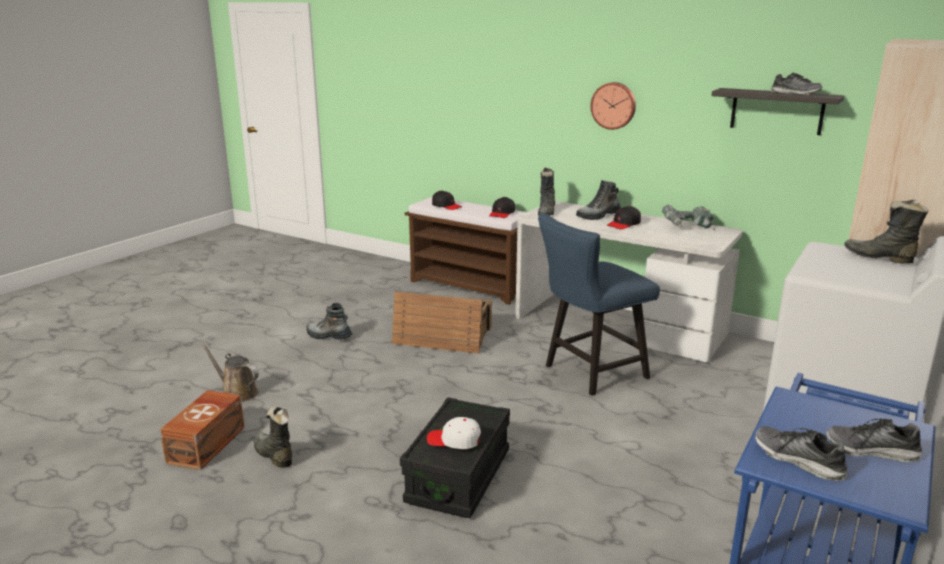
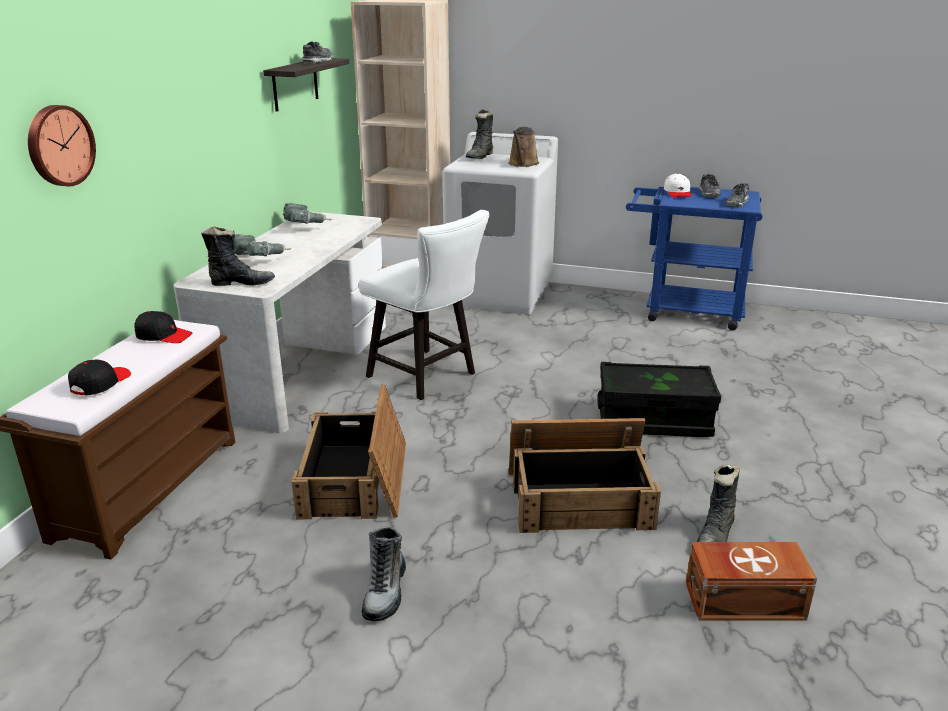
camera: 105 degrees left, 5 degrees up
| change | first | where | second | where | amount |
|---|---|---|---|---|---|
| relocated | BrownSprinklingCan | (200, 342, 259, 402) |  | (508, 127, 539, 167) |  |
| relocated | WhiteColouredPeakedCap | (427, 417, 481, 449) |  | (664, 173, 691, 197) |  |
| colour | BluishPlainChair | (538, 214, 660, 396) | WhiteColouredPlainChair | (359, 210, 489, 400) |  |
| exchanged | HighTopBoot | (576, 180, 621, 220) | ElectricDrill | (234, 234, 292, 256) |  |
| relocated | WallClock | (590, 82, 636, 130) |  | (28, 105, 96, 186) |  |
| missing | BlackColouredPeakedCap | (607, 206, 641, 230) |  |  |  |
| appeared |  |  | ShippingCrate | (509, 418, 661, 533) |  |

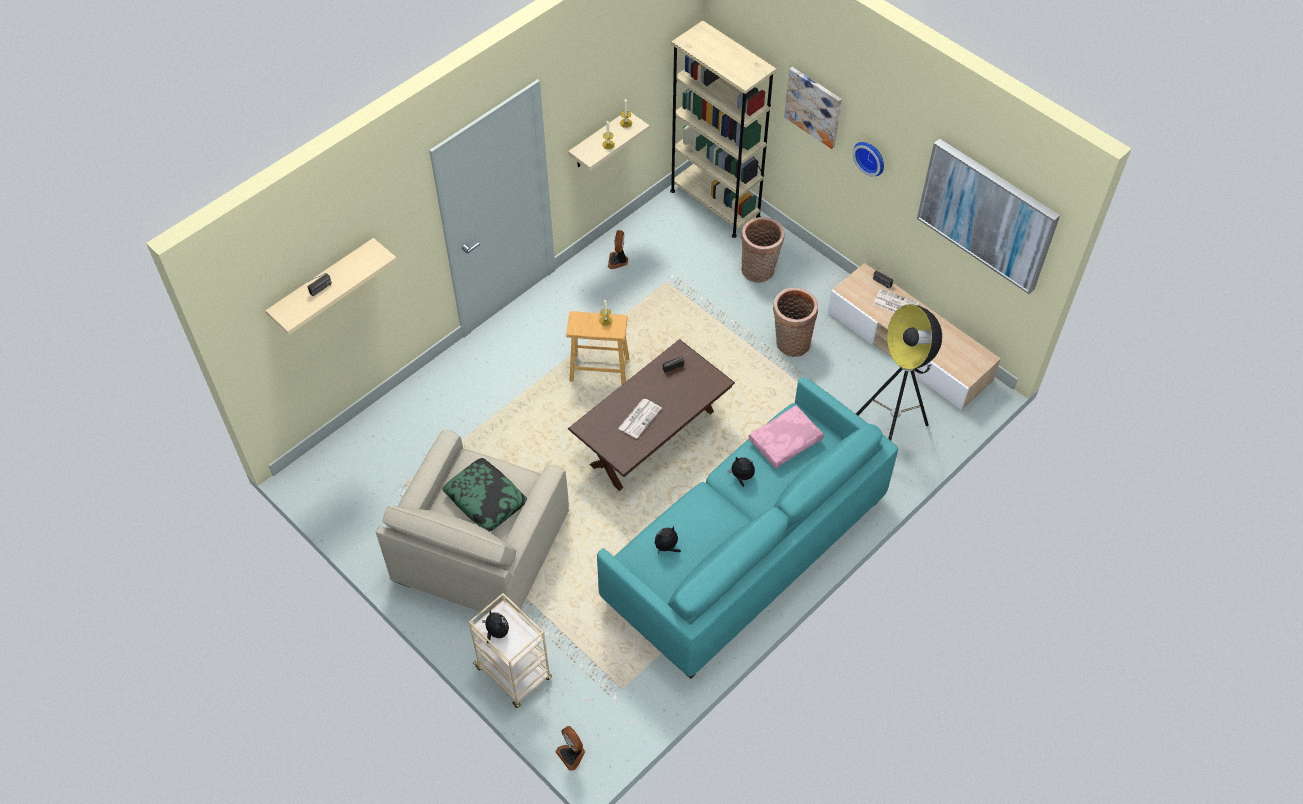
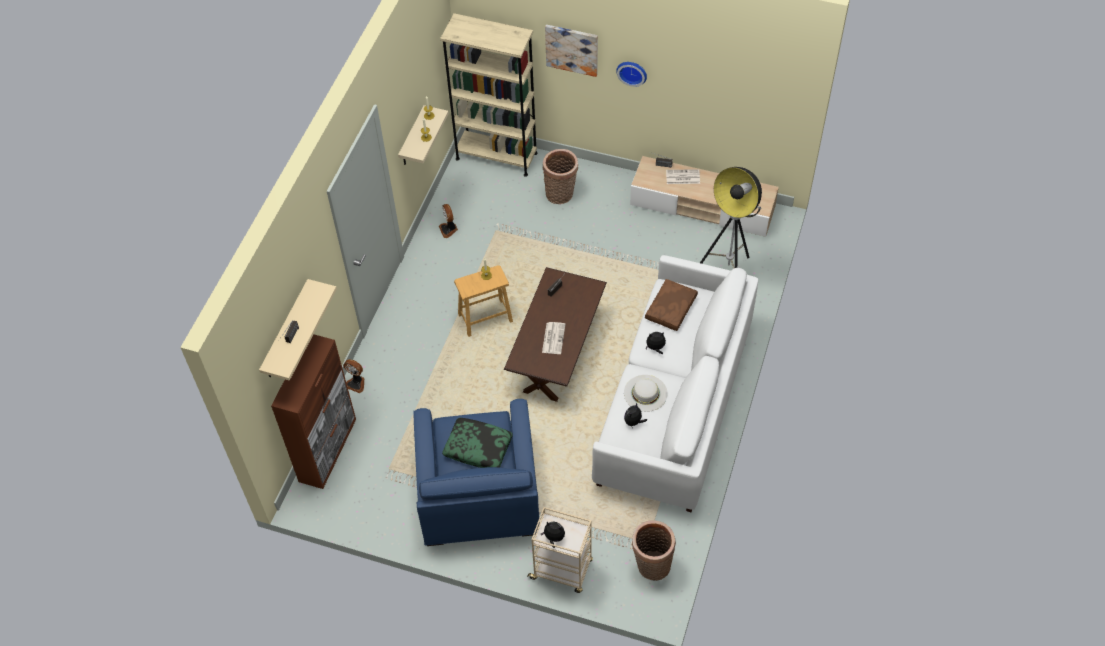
camera: 25 degrees left, 0 degrees up
| change | first | where | second | where | amount |
|---|---|---|---|---|---|
| colour | BeigeColouredLoungeChair | (376, 430, 570, 614) | BluishLoungeChair | (413, 399, 540, 546) |  |
| relocated | CoolingFan | (556, 726, 585, 771) |  | (343, 359, 364, 393) |  |
| colour | TurquoiseColouredCouch | (597, 377, 898, 679) | WhiteColouredCouch | (592, 255, 758, 512) |  |
| colour | PinkColouredPillow | (748, 406, 824, 468) | BrownPillow | (645, 279, 698, 331) |  |
| relocated | StorageBasket | (773, 287, 818, 357) |  | (632, 520, 676, 581) |  |
| missing | WallArt | (917, 139, 1060, 294) |  |  |  |
| appeared |  |  | BrownStorageCabinet | (271, 334, 356, 489) |  |
| appeared |  |  | WhiteColouredHat | (624, 375, 668, 412) |  |

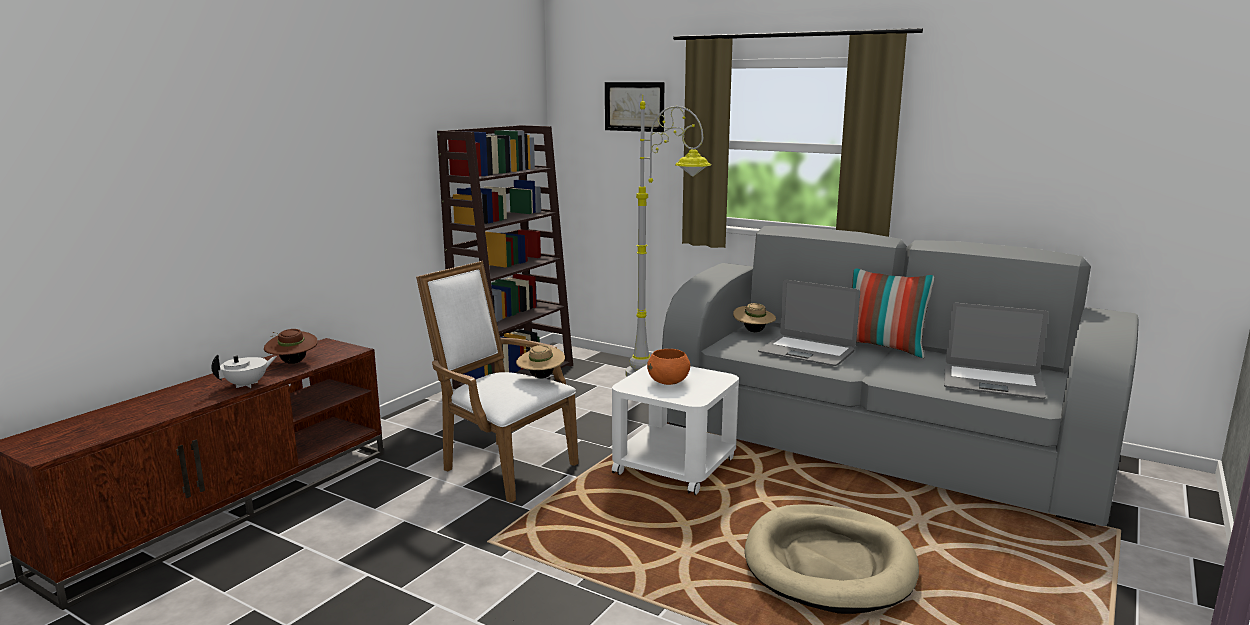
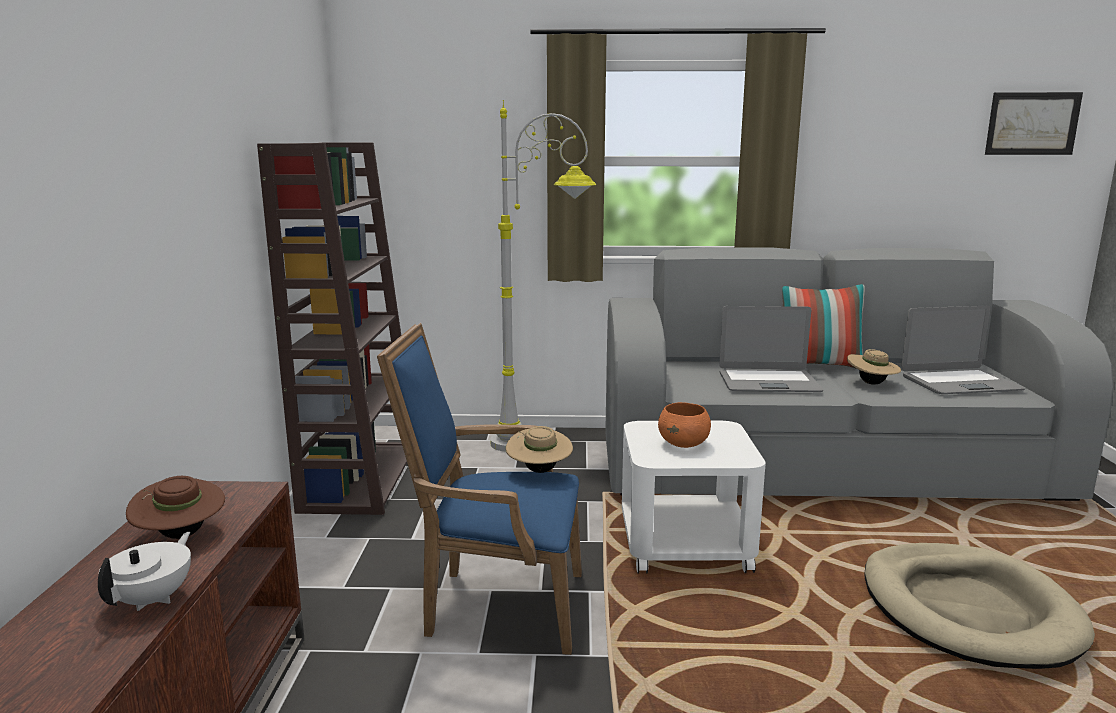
camera: 30 degrees left, 0 degrees up
| change | first | where | second | where | amount |
|---|---|---|---|---|---|
| colour | WhiteColouredLoungeChair | (416, 261, 579, 503) | BluishLoungeChair | (377, 323, 582, 655) |  |
| relocated | WallArt | (605, 82, 664, 132) |  | (985, 92, 1083, 155) |  |
| relocated | BeigeColouredHat | (733, 303, 776, 332) |  | (847, 349, 901, 385) |  |

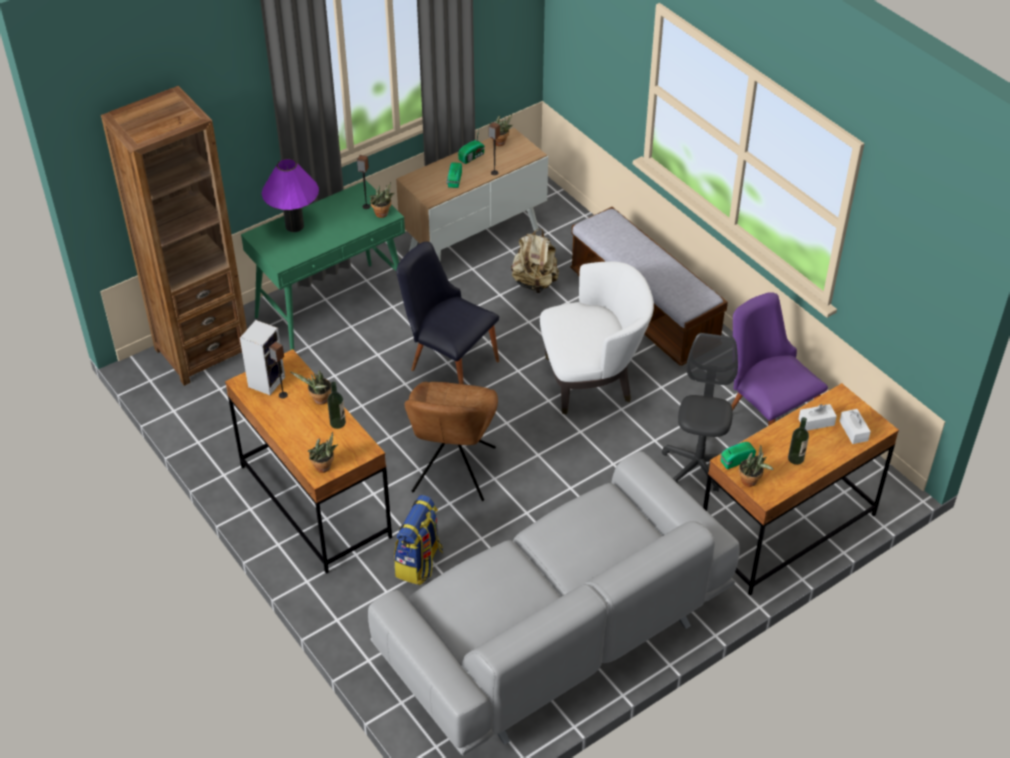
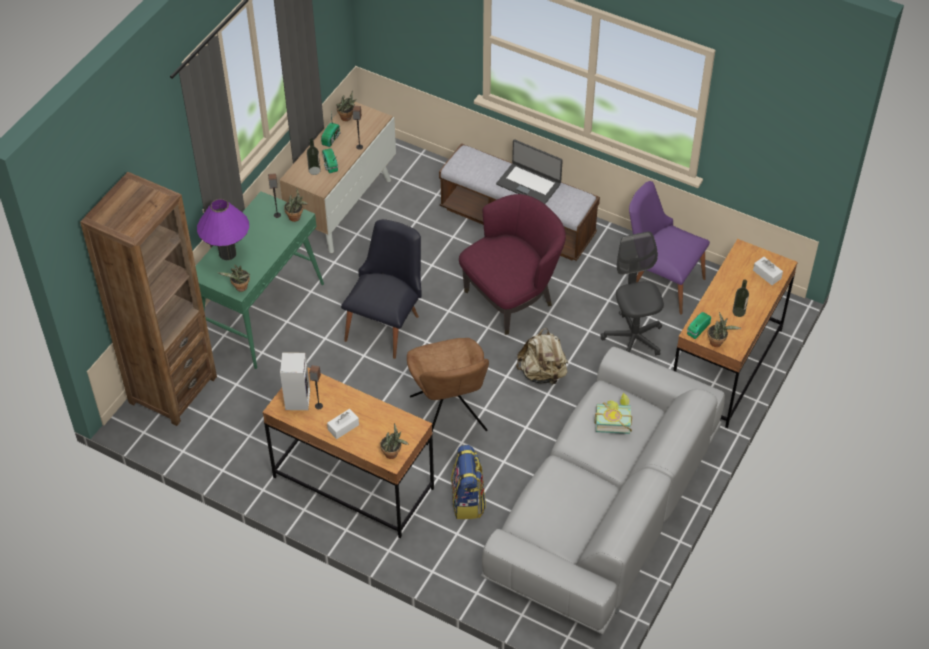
camera: 25 degrees left, 5 degrees up
| change | first | where | second | where | amount |
|---|---|---|---|---|---|
| relocated | PottedPlant | (291, 371, 331, 405) |  | (217, 265, 250, 292) |  |
| relocated | DrinkBottle | (327, 382, 346, 429) |  | (307, 138, 321, 175) |  |
| spun | BlackColouredPlainChair | (396, 242, 499, 384) |  | (341, 219, 422, 359) | 105 degrees clockwise |
| relocated | BeigeColouredKnapsack | (511, 229, 559, 293) |  | (516, 328, 569, 386) |  |
| colour | WhiteColouredLoungeChair | (540, 261, 654, 414) | PurpleLoungeChair | (459, 194, 566, 335) |  |
| relocated | WhiteColouredTissueBox | (799, 404, 837, 431) |  | (327, 409, 359, 439) |  |
| appeared |  |  | NotebookComputer | (496, 139, 563, 204) |  |
| appeared |  |  | Book | (594, 393, 632, 434) |  |

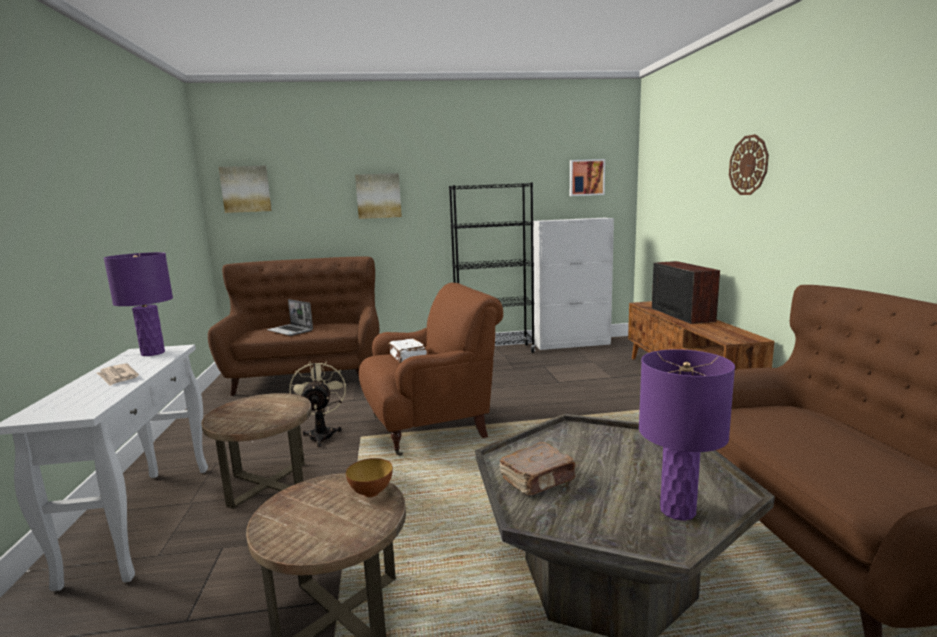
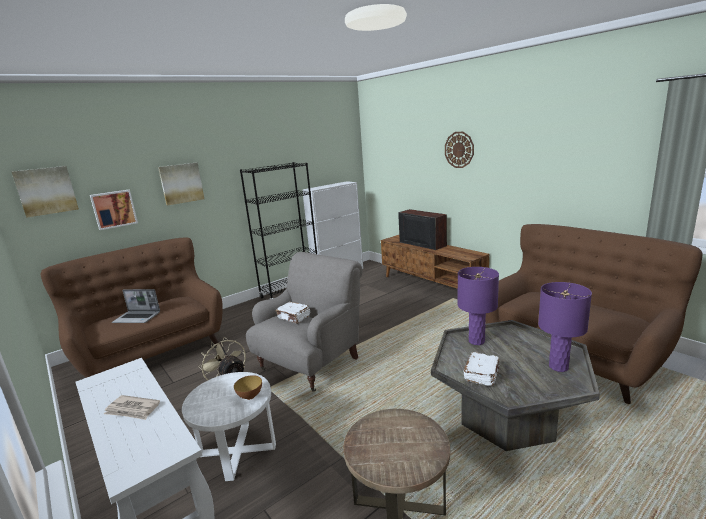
camera: 30 degrees left, 5 degrees up
| change | first | where | second | where | amount |
|---|---|---|---|---|---|
| relocated | PurpleTabletopLamp | (104, 252, 173, 356) |  | (458, 267, 499, 345) |  |
| colour | BrownSideTable | (201, 393, 312, 509) | WhiteColouredSideTable | (182, 372, 276, 481) |  |
| relocated | ServingBowl | (346, 458, 393, 497) |  | (234, 375, 262, 400) |  |
| colour | BrownLoungeChair | (359, 283, 503, 456) | GrayLoungeChair | (246, 252, 363, 392) |  |
| colour | BrownBook | (500, 442, 576, 495) | WhiteColouredBook | (464, 352, 499, 386) |  |
| relocated | WallArt | (570, 159, 605, 196) |  | (90, 190, 138, 230) |  |

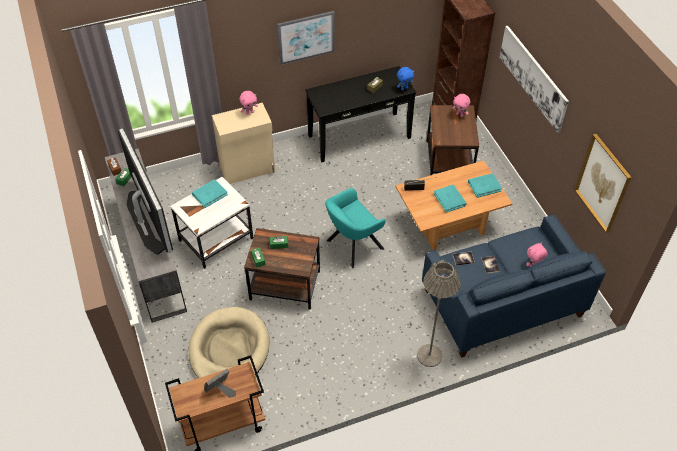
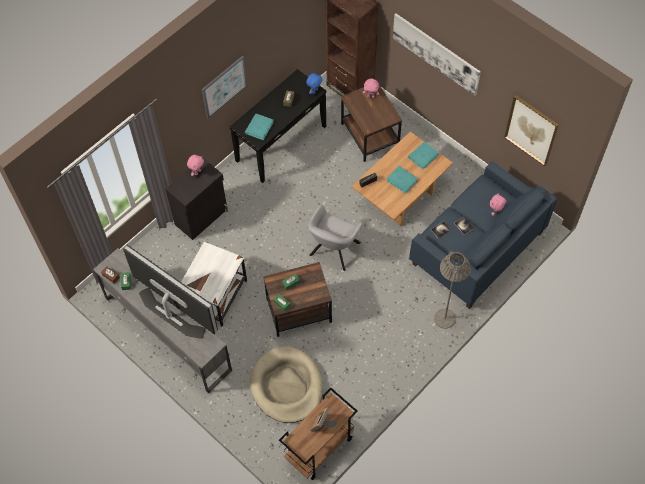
camera: 25 degrees left, 10 degrees up
| change | first | where | second | where | amount |
|---|---|---|---|---|---|
| relocated | TurquoiseColouredBook | (192, 180, 228, 208) |  | (245, 114, 274, 140) |  |
| colour | BeigeColouredStorageCabinet | (212, 103, 275, 184) | BlackColouredStorageCabinet | (165, 157, 228, 240) |  |
| colour | TurquoiseColouredLoungeChair | (325, 188, 386, 268) | GrayLoungeChair | (308, 205, 363, 271) |  |

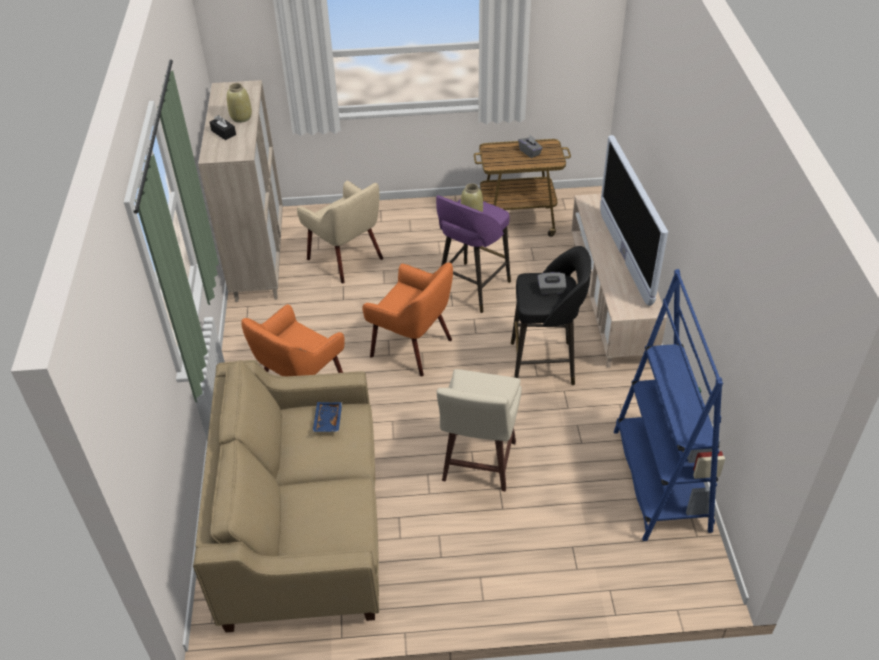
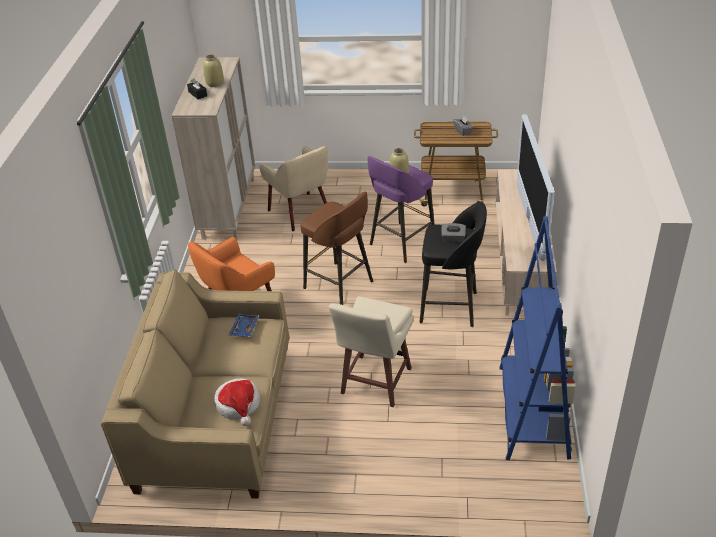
camera: 10 degrees right, 5 degrees down
| change | first | where | second | where | amount |
|---|---|---|---|---|---|
| exchanged | OrangeColouredLoungeChair | (363, 262, 453, 376) | BrownStoolSeat | (300, 192, 373, 305) |  |
| appeared |  |  | Hat | (214, 379, 260, 426) |  |

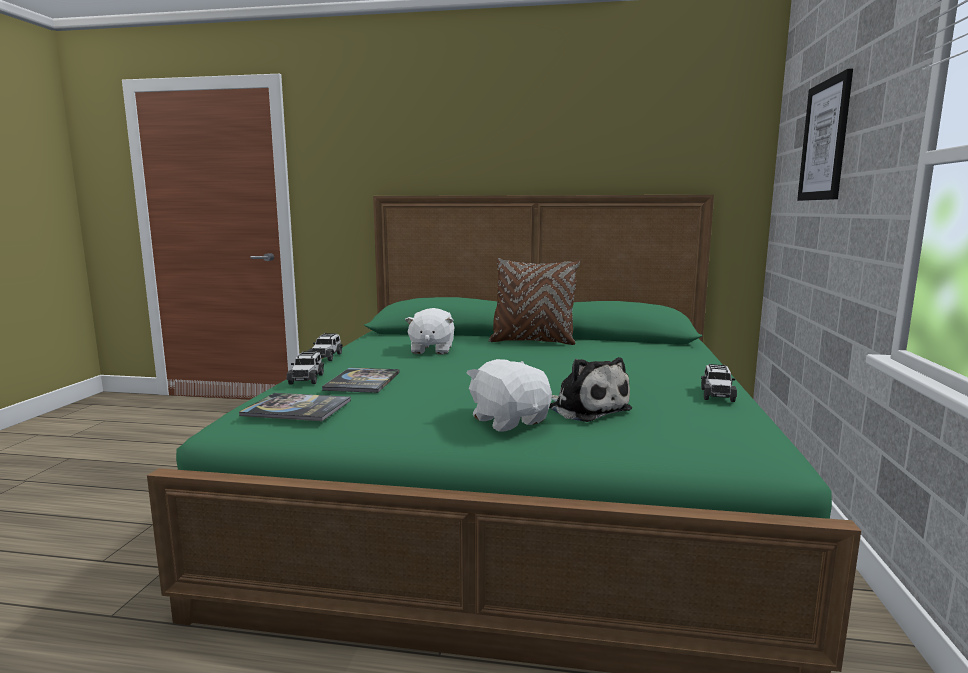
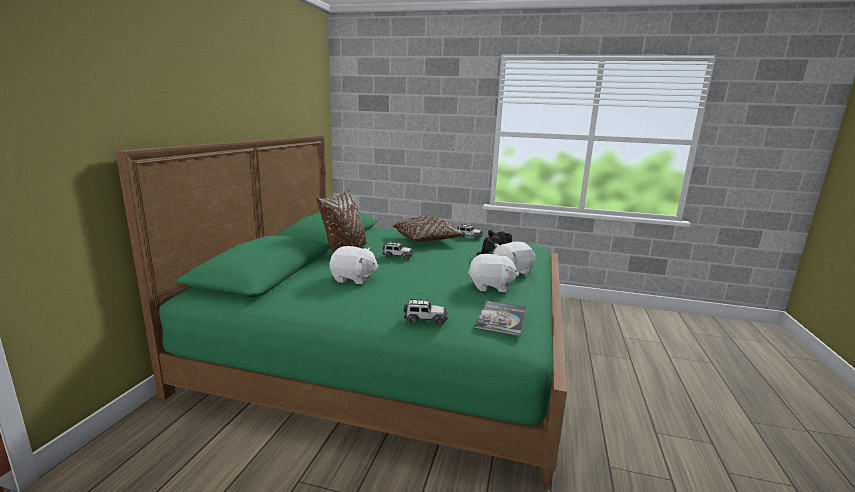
camera: 85 degrees left, 5 degrees up
| change | first | where | second | where | amount |
|---|---|---|---|---|---|
| relocated | ToyCar | (307, 333, 343, 361) |  | (382, 242, 414, 260) |  |
| missing | Book | (322, 367, 400, 393) |  |  |  |
| missing | WallArt | (797, 68, 853, 201) |  |  |  |
| appeared |  |  | BrownPillow | (392, 216, 465, 242) |  |
| appeared |  |  | WhiteColouredSoftToy | (468, 254, 519, 292) |  |

